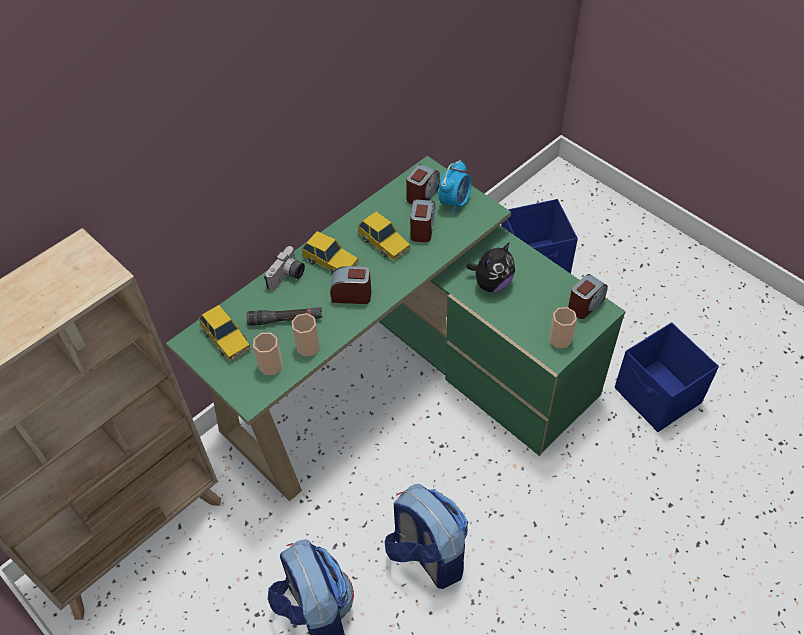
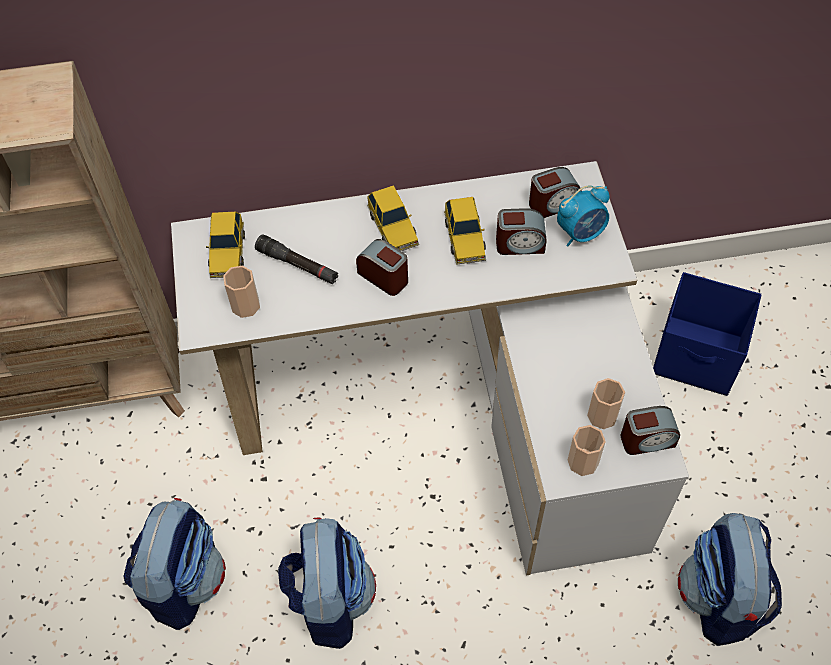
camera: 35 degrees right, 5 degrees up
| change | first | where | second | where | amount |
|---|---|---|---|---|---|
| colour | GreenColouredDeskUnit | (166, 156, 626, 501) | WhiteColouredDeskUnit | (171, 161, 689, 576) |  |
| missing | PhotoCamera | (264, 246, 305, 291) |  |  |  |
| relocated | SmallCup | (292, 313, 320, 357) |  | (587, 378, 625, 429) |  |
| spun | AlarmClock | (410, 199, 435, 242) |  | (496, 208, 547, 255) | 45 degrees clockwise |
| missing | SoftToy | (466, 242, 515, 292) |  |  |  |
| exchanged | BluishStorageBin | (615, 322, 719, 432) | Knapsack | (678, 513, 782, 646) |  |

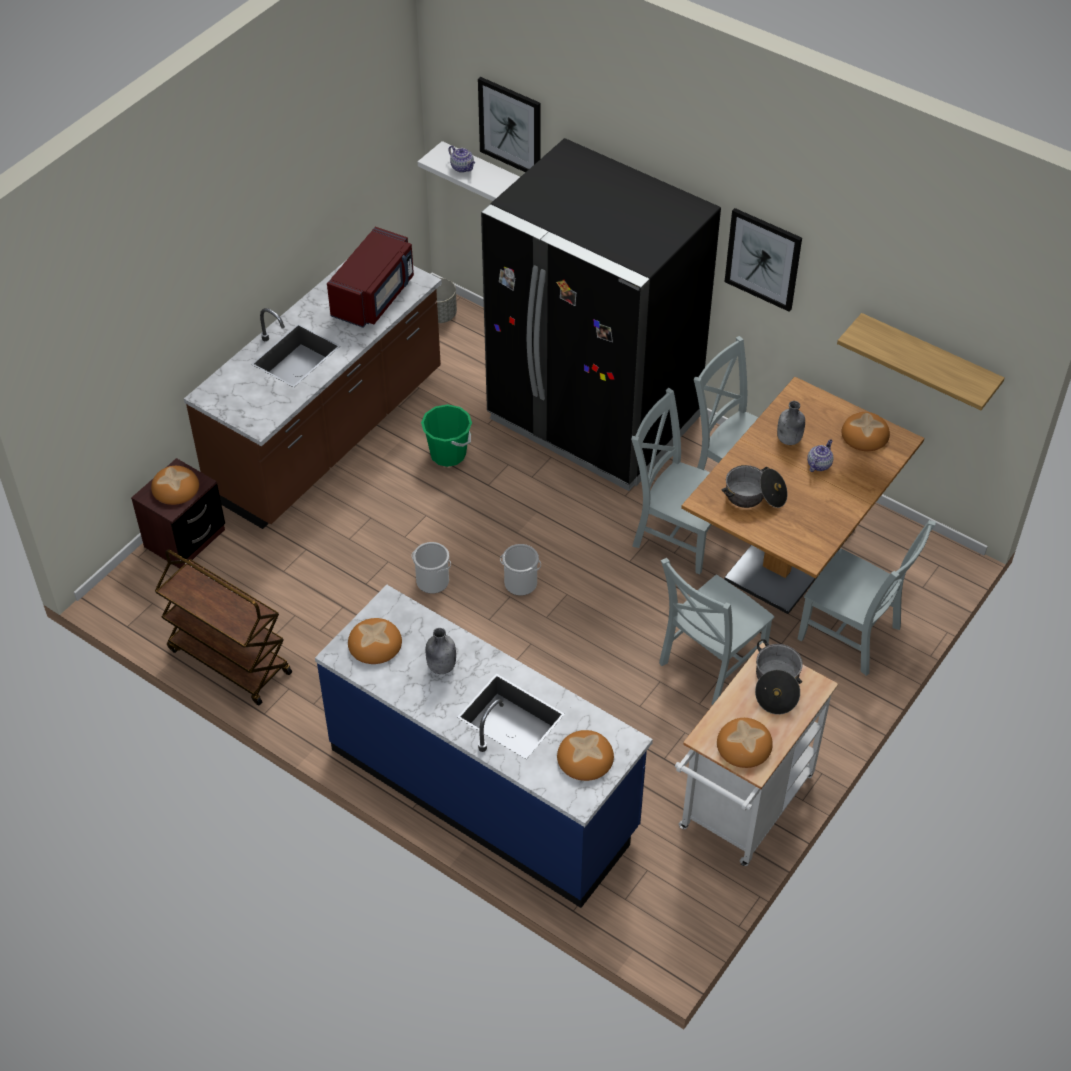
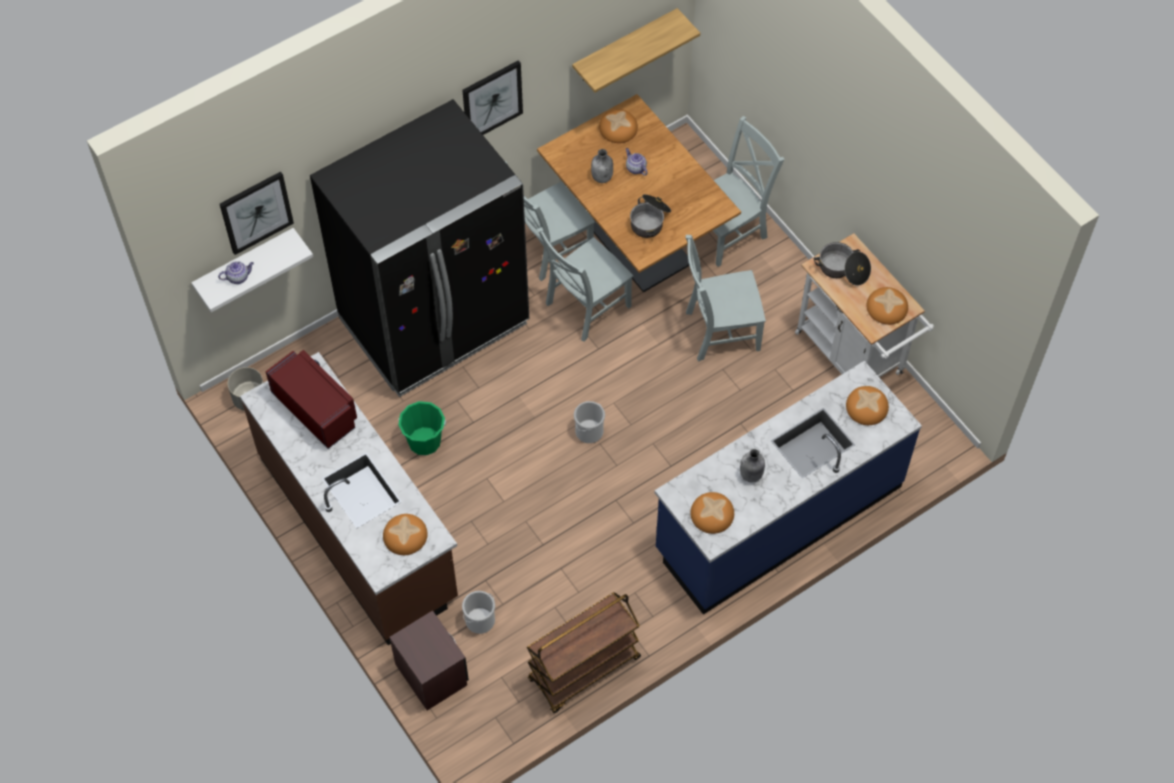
camera: 70 degrees left, 10 degrees up
| change | first | where | second | where | amount |
|---|---|---|---|---|---|
| relocated | BakeryBread | (151, 466, 199, 505) |  | (383, 514, 428, 555) |  |
| relocated | Bucket | (412, 542, 451, 594) |  | (462, 591, 495, 634) |  |
| spun | GrayPlainChair | (659, 558, 775, 705) |  | (686, 235, 766, 361) | 105 degrees clockwise |

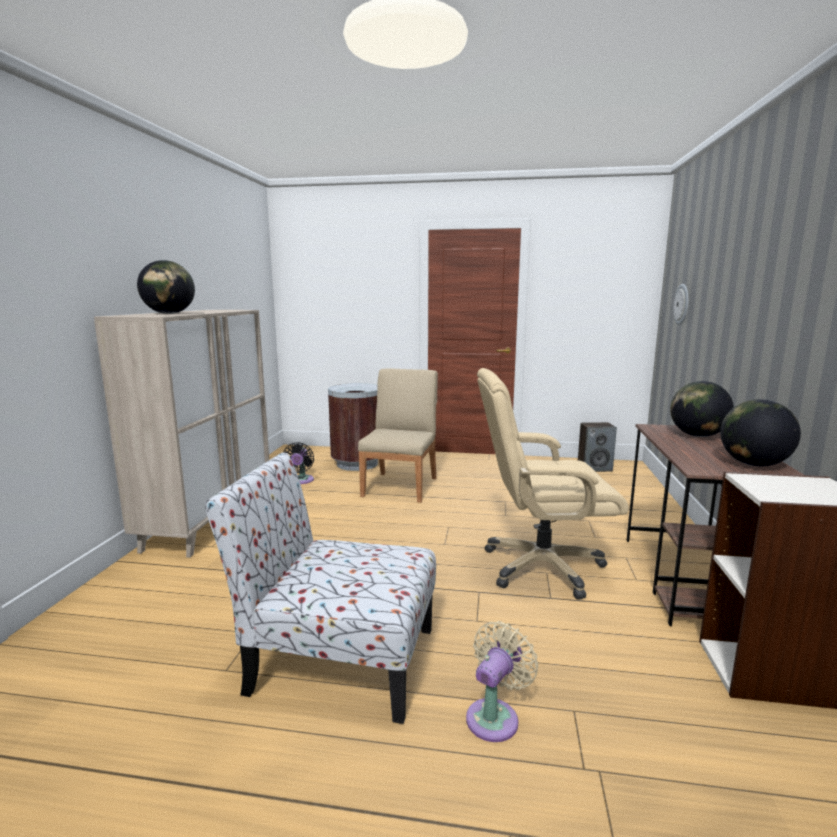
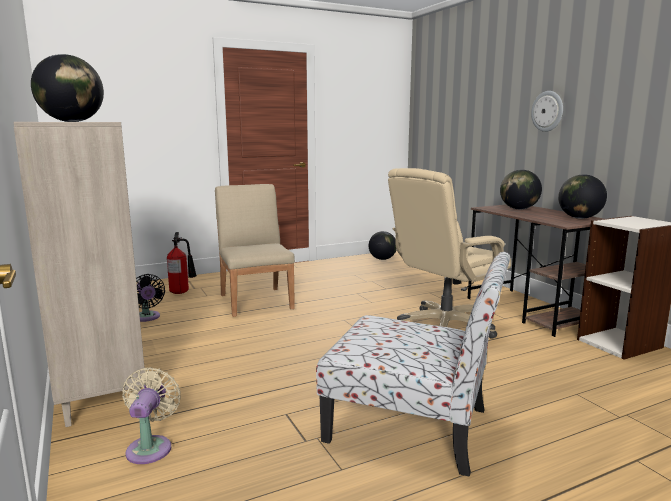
camera: 35 degrees left, 0 degrees up
| change | first | where | second | where | amount |
|---|---|---|---|---|---|
| spun | PlainChair | (205, 452, 436, 724) |  | (316, 252, 510, 477) | 135 degrees counterclockwise |
| exchanged | BrownTrashCan | (328, 383, 378, 471) | FireFightingCylinder | (167, 232, 197, 294) |  |
| relocated | BeigeColouredCoolingFan | (466, 621, 539, 742) |  | (122, 367, 181, 464) |  |
| exchanged | Speaker | (578, 422, 617, 472) | WorldGlobe | (369, 231, 396, 260) |  |
| relocated | WallClock | (674, 284, 689, 325) |  | (531, 91, 563, 132) |  |

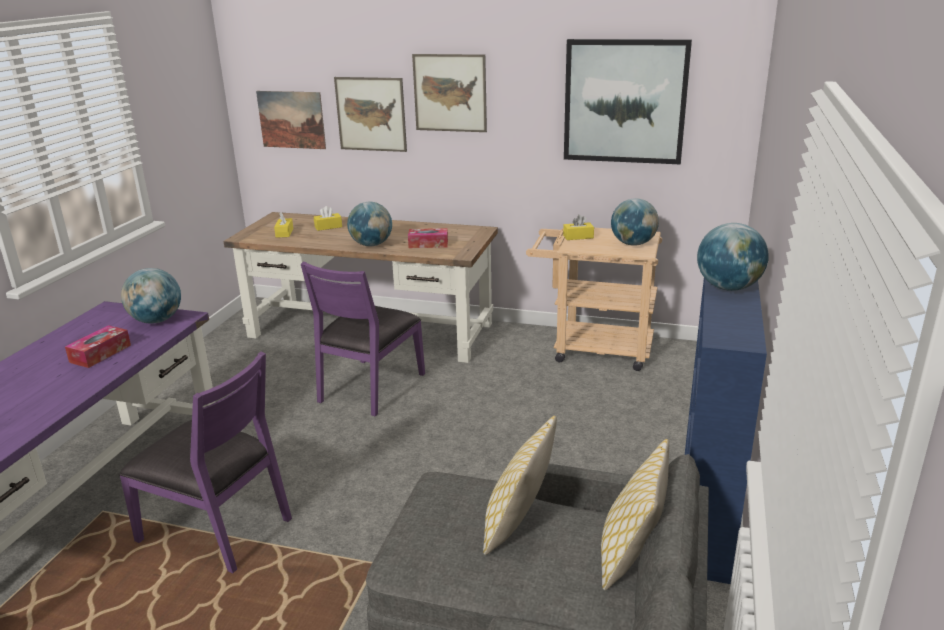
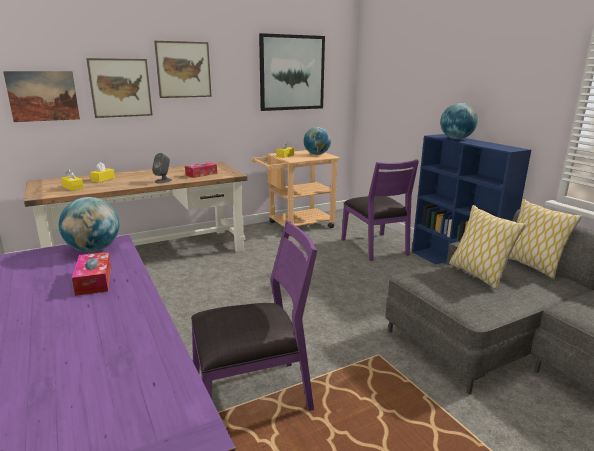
camera: 45 degrees left, 5 degrees down
| change | first | where | second | where | amount |
|---|---|---|---|---|---|
| relocated | PurplePlainChair | (301, 262, 425, 416) |  | (342, 159, 419, 261) |  |
| exchanged | WorldGlobe | (347, 202, 392, 246) | GraySpeaker | (152, 153, 172, 184) |  |

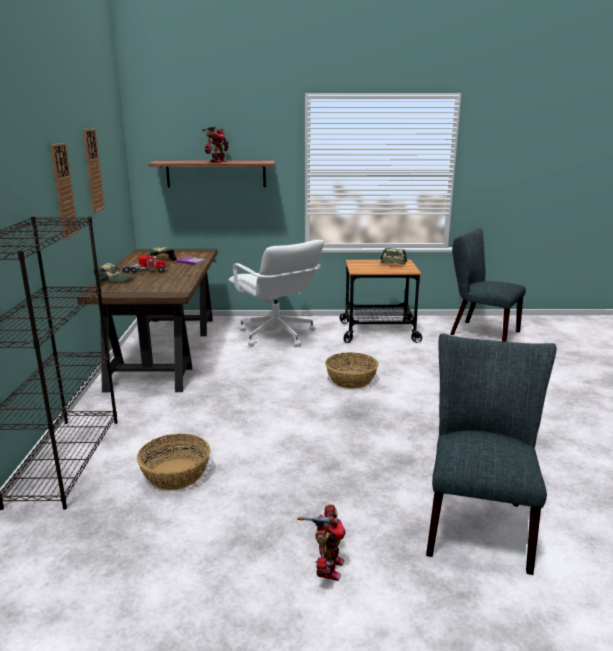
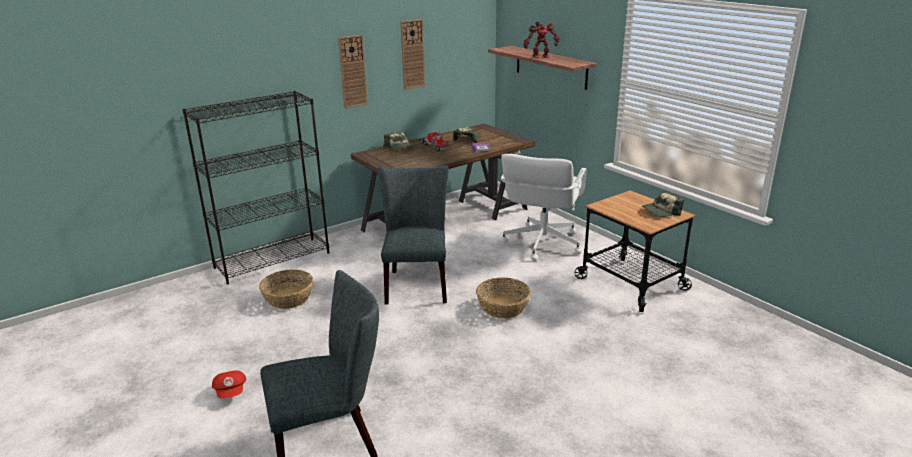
camera: 55 degrees right, 5 degrees up
| change | first | where | second | where | amount |
|---|---|---|---|---|---|
| exchanged | ToyRobot | (297, 504, 346, 581) | ReddishPeakedCap | (212, 370, 246, 398) |  |
| relocated | GrayPlainChair | (450, 228, 526, 342) |  | (378, 166, 449, 304) |  |

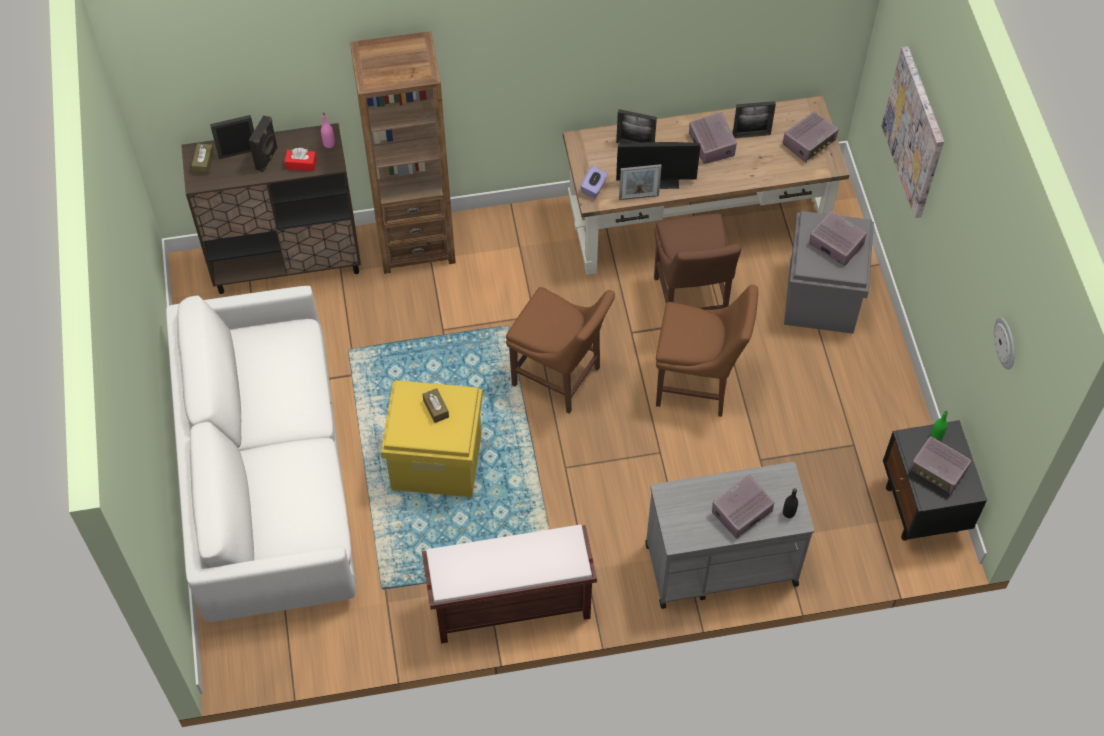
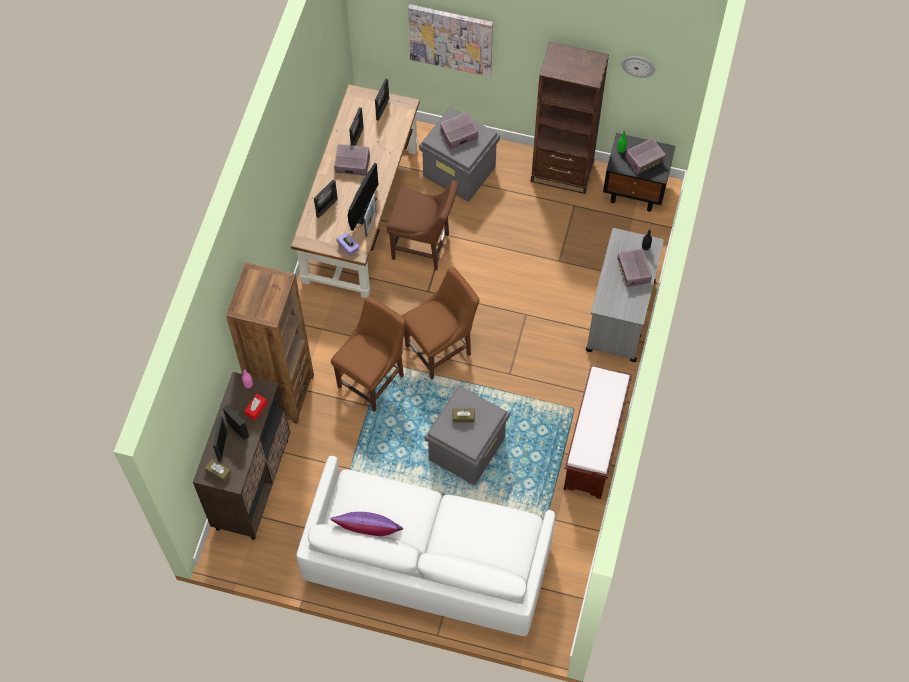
camera: 65 degrees left, 5 degrees up
| change | first | where | second | where | amount |
|---|---|---|---|---|---|
| colour | YellowStorageBin | (381, 380, 483, 497) | GrayStorageBin | (425, 385, 510, 485) |  |
| relocated | BrownPlainChair | (656, 285, 758, 417) |  | (331, 296, 406, 412) |  |
| exchanged | Radio | (783, 112, 839, 163) | PhotoFrame | (375, 78, 389, 121) |  |
| appeared |  |  | PurplePillow | (331, 512, 403, 536) |  |
| appeared |  |  | BrownBookcase | (531, 42, 609, 194) |  |

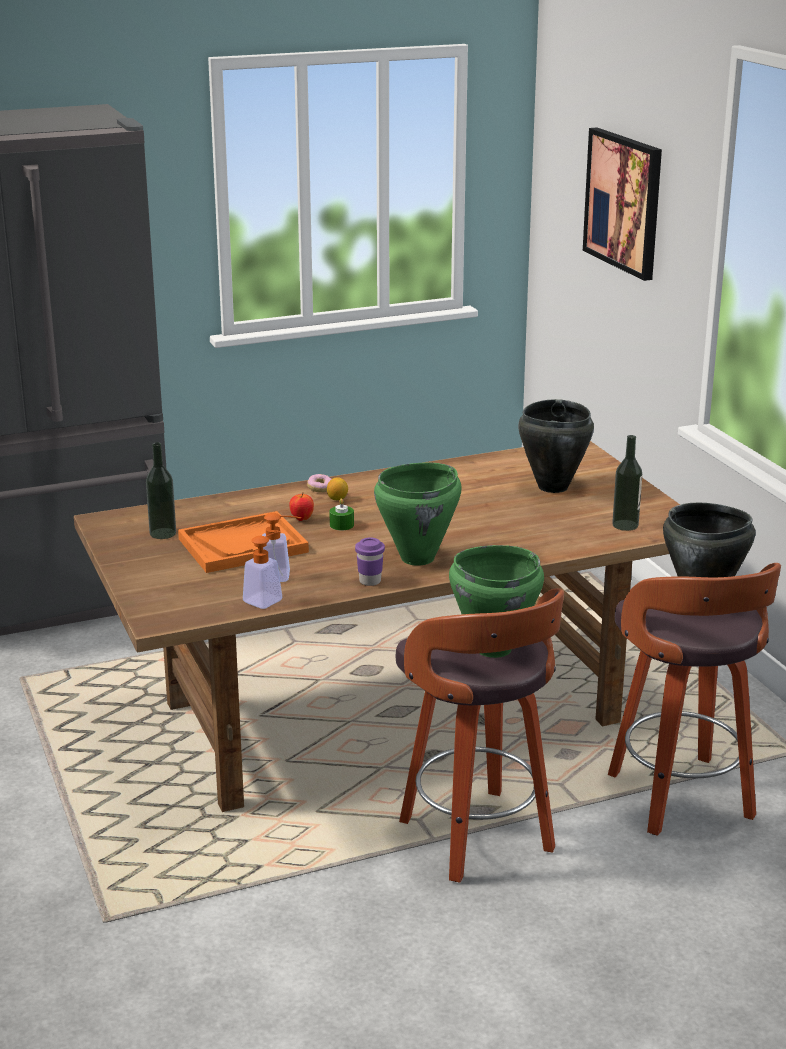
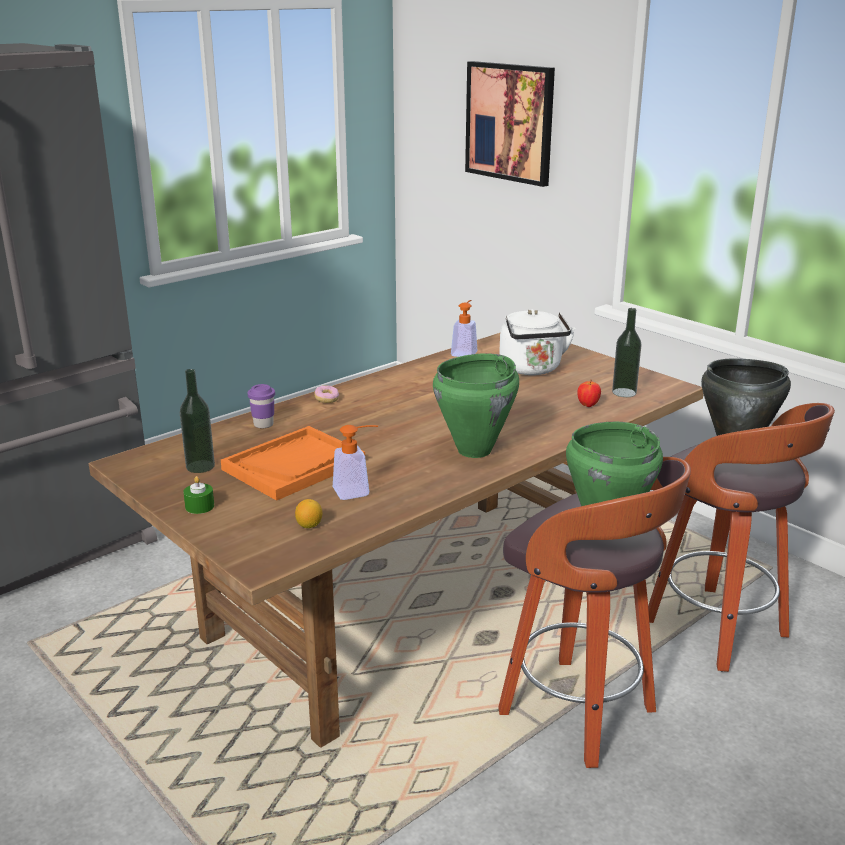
camera: 20 degrees left, 0 degrees up
| change | first | where | second | where | amount |
|---|---|---|---|---|---|
| relocated | SoapDispenser | (243, 531, 282, 609) |  | (451, 300, 477, 357) |  |
| relocated | Apple | (289, 492, 314, 521) |  | (577, 379, 601, 407) |  |
| relocated | WholeLemon | (327, 477, 348, 500) |  | (295, 499, 322, 528) |  |
| relocated | GreenColouredWaxCandle | (330, 498, 354, 530) |  | (183, 476, 214, 514) |  |
| relocated | PurpleSmallCup | (355, 538, 385, 586) |  | (247, 384, 275, 428) |  |
| exchanged | BlackColouredStockpot | (518, 399, 594, 493) | WhiteColouredWaterKettle | (499, 309, 575, 375) |  |

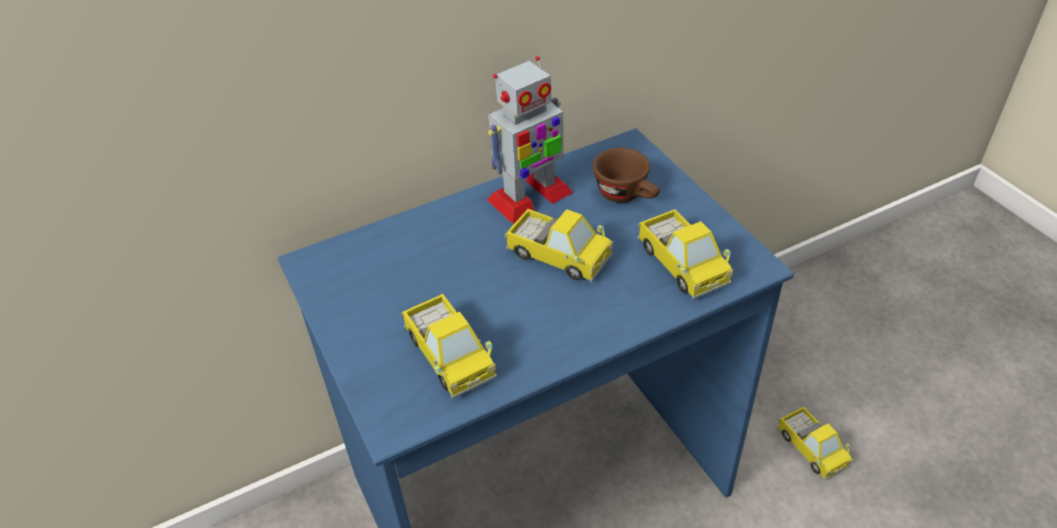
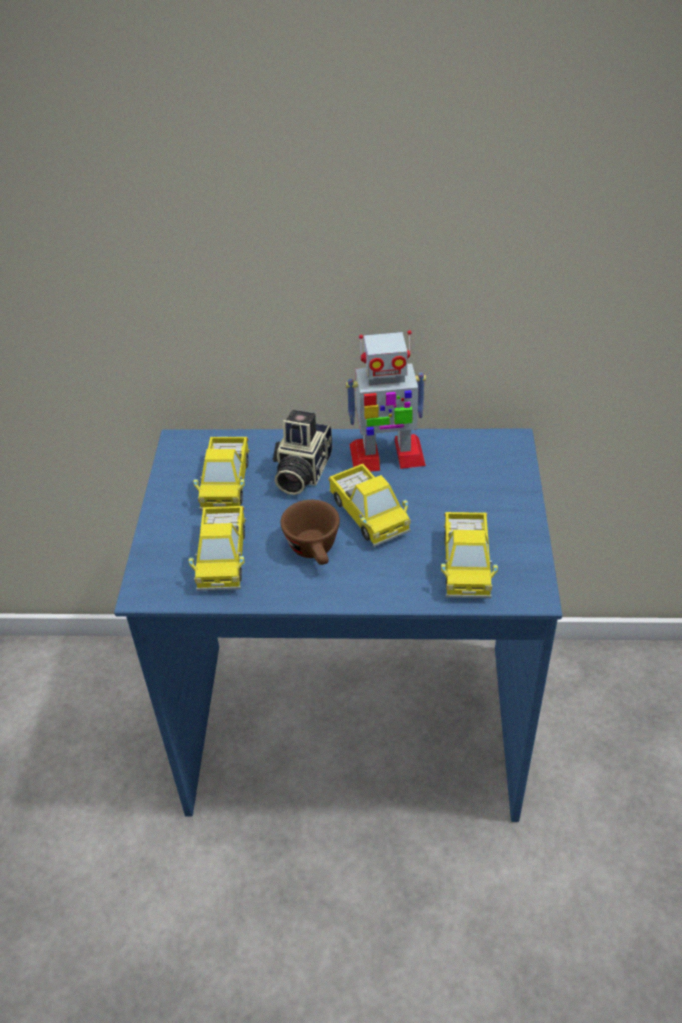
camera: 30 degrees right, 0 degrees up
| change | first | where | second | where | amount |
|---|---|---|---|---|---|
| relocated | BrownSmallCup | (593, 148, 660, 203) |  | (281, 500, 340, 565) |  |
| relocated | ToyTruck | (777, 407, 853, 481) |  | (193, 437, 250, 510) |  |
| appeared |  |  | PhotoCamera | (273, 410, 332, 495) |  |

